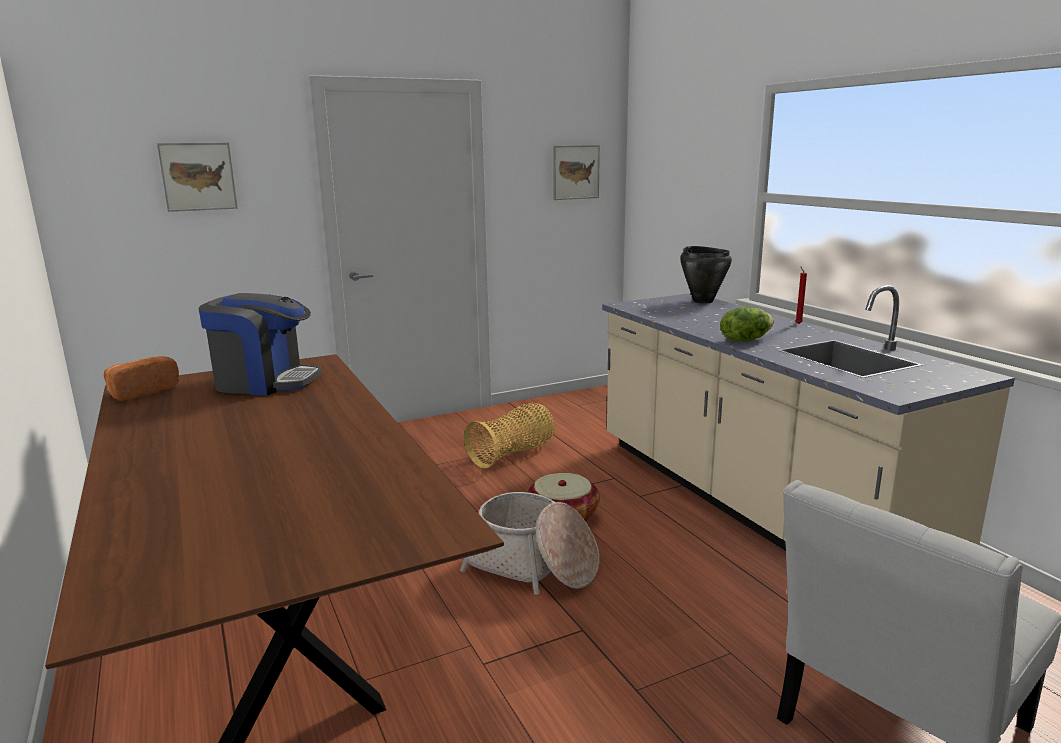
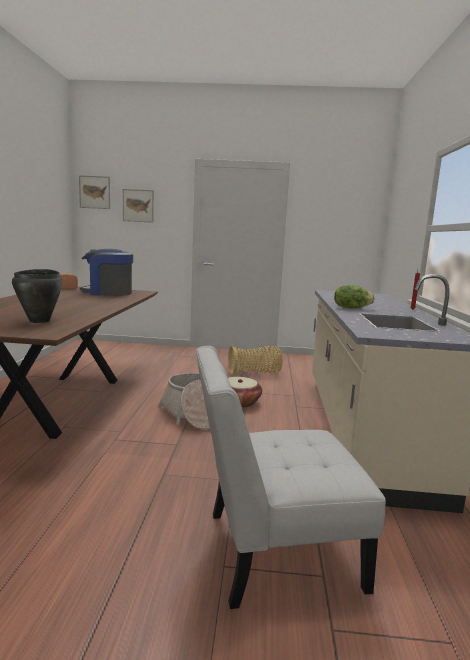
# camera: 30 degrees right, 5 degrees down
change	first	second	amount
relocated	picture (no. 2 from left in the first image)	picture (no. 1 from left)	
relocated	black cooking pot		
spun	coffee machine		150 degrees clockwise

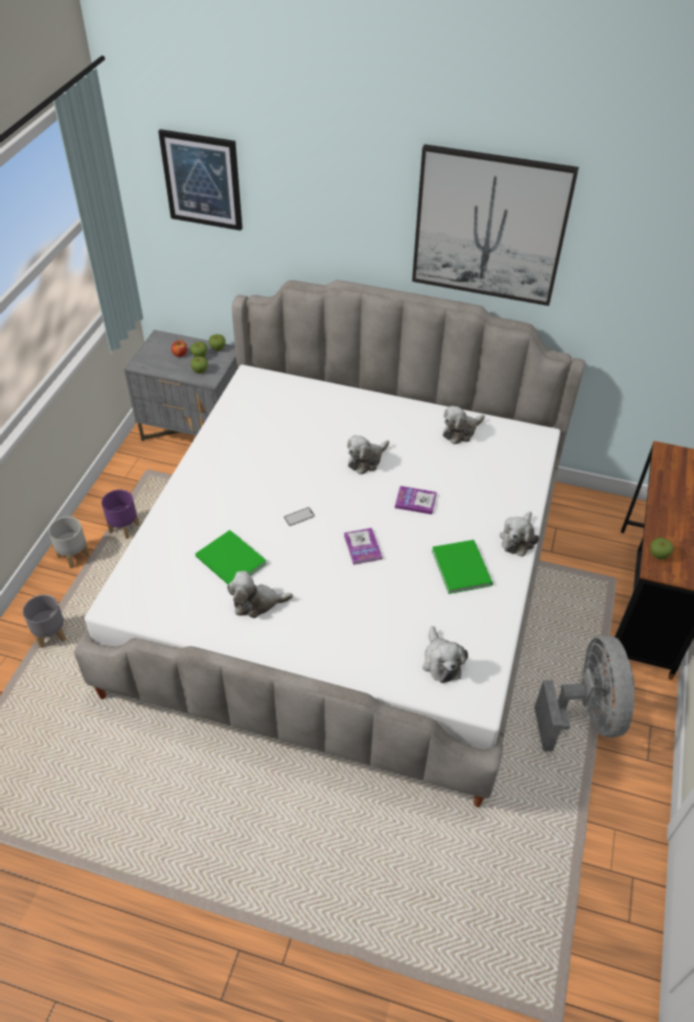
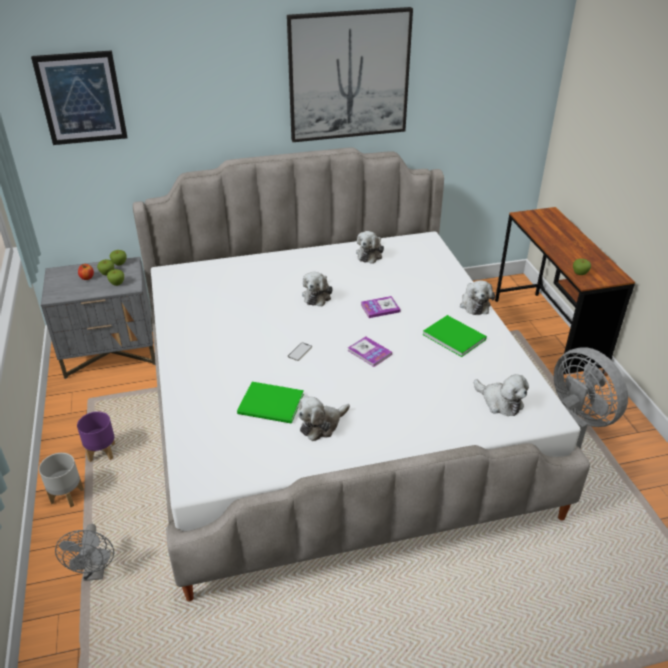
# camera: 30 degrees left, 10 degrees down
change	first	second	amount
exchanged	grey planter (no. 1 from left)	grey fan (no. 1 from left)	

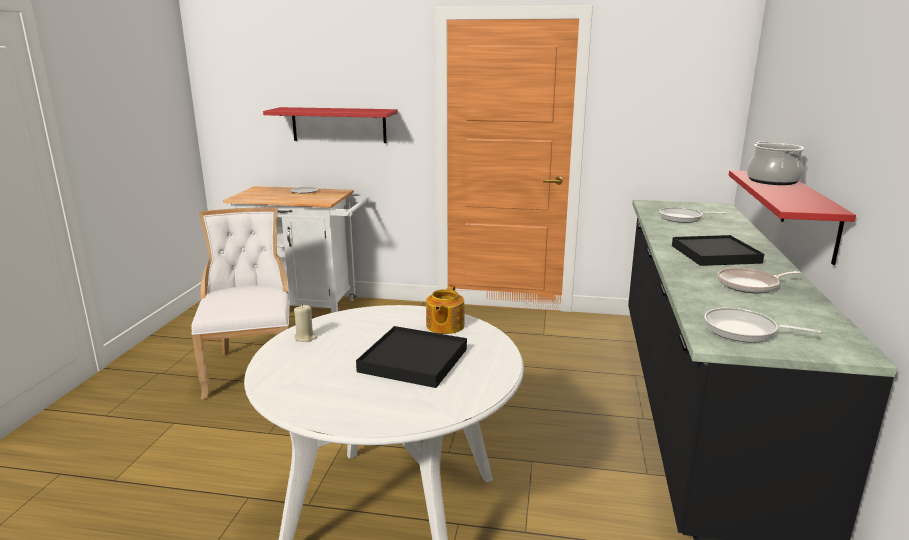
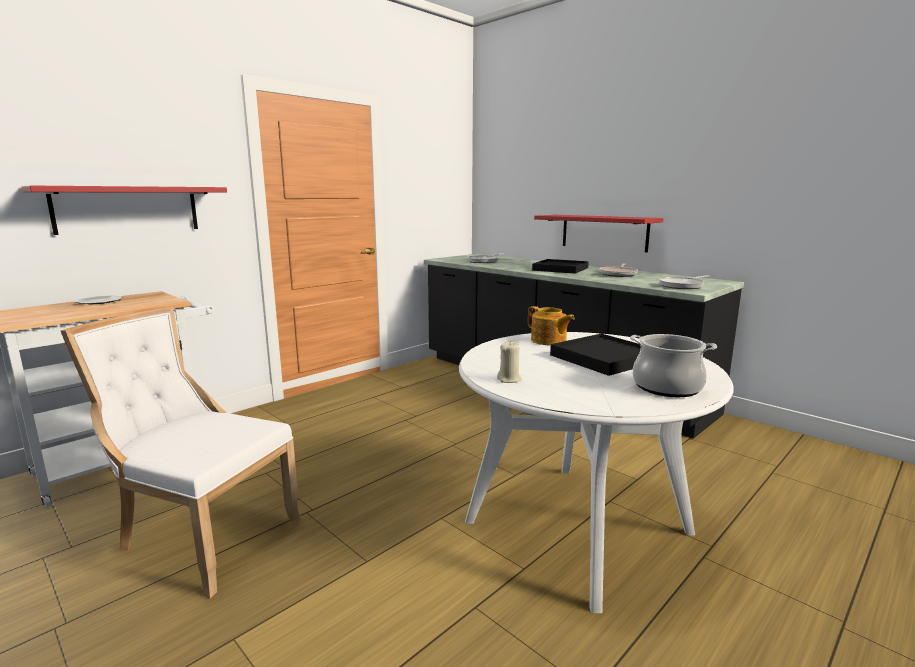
# camera: 55 degrees left, 5 degrees down
change	first	second	amount
relocated	cooking pot		

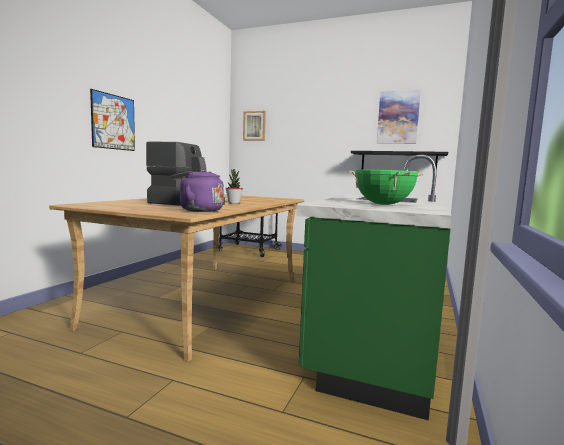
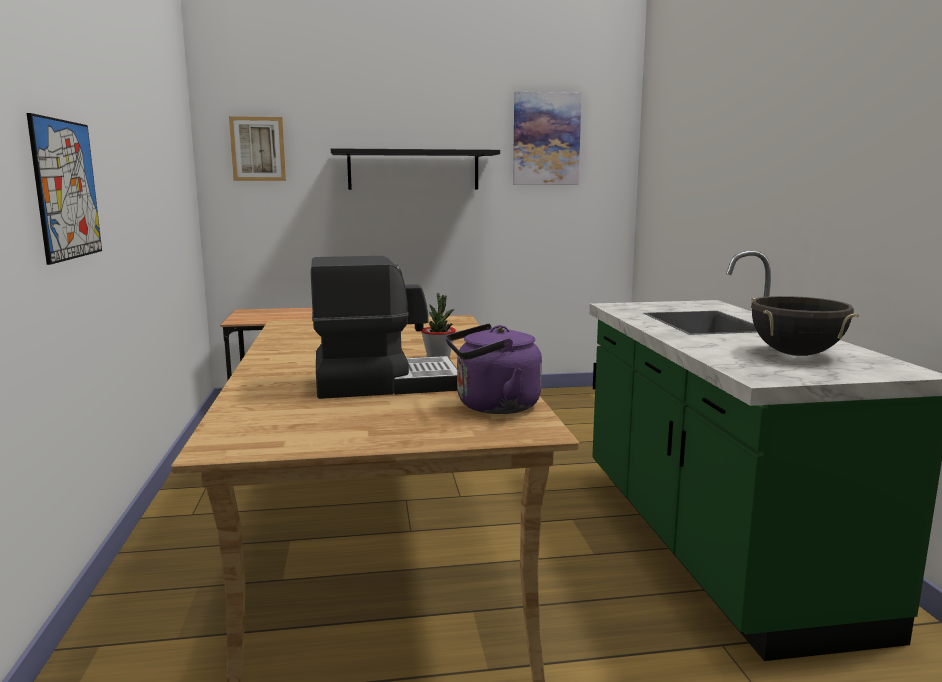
# camera: 30 degrees left, 5 degrees up
change	first	second	amount
relocated	black shelf		
colour	green cooking pot	black cooking pot	

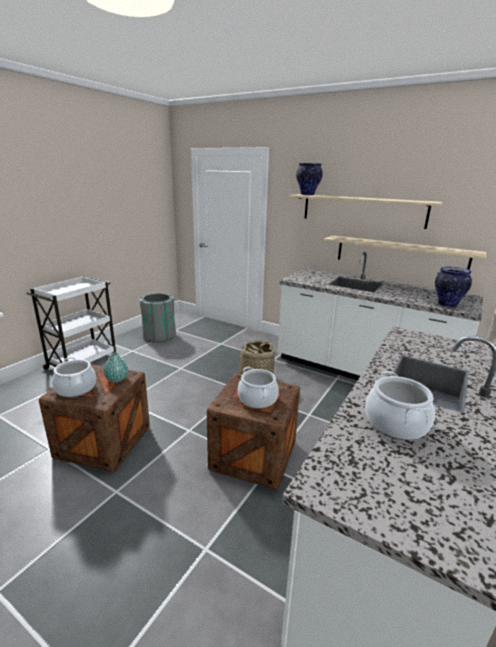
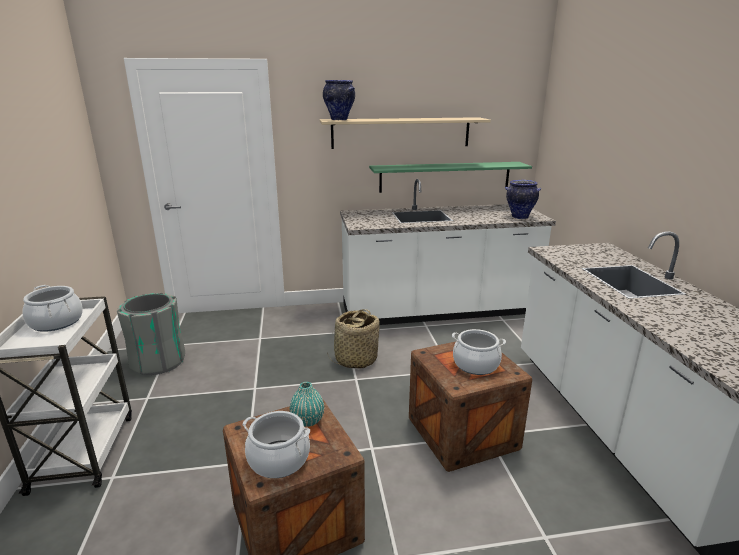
# camera: 40 degrees left, 0 degrees up
change	first	second	amount
relocated	cooking pot (no. 3 from left in the first image)	cooking pot (no. 1 from left)	
colour	beige shelf (no. 2 from left)	green shelf	

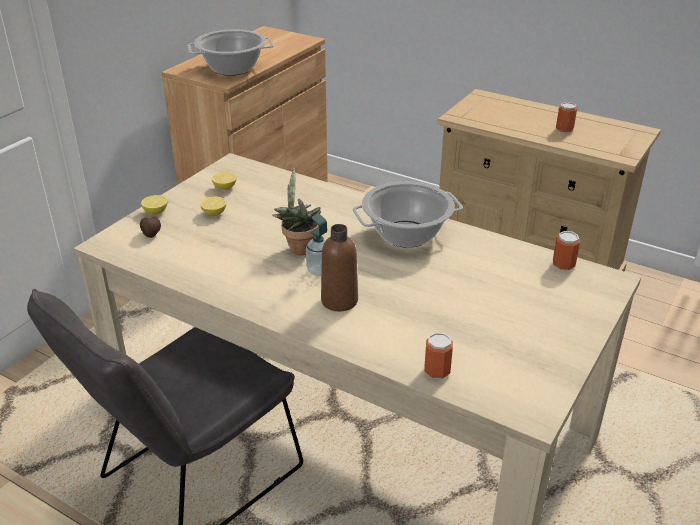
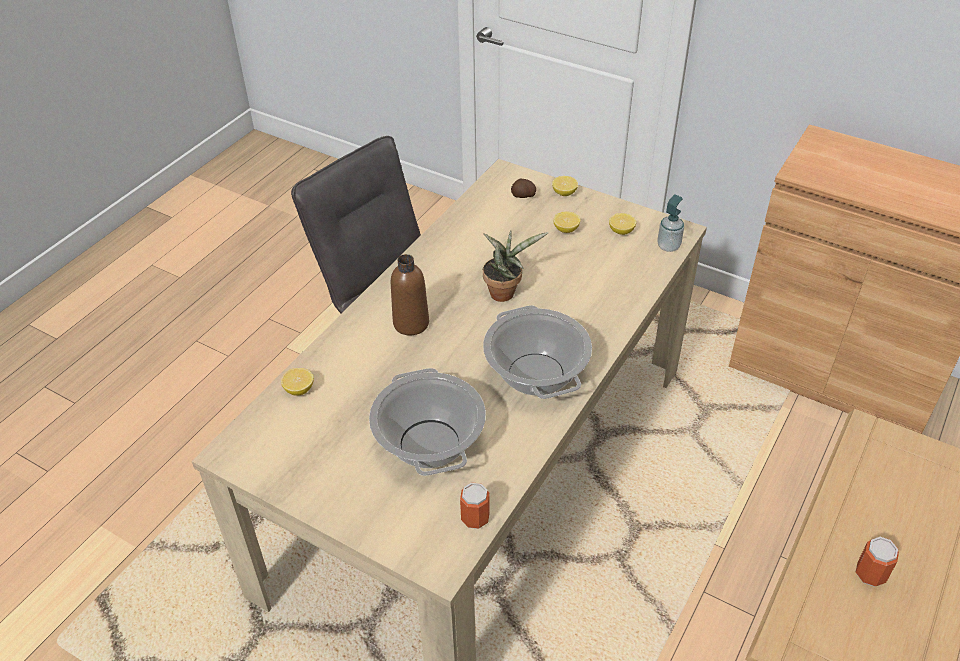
# camera: 90 degrees right, 10 degrees up
change	first	second	amount
relocated	cooking pot (no. 1 from left)		
relocated	soap dispenser		
exchanged	can (no. 1 from left)	lemon (no. 1 from left)	

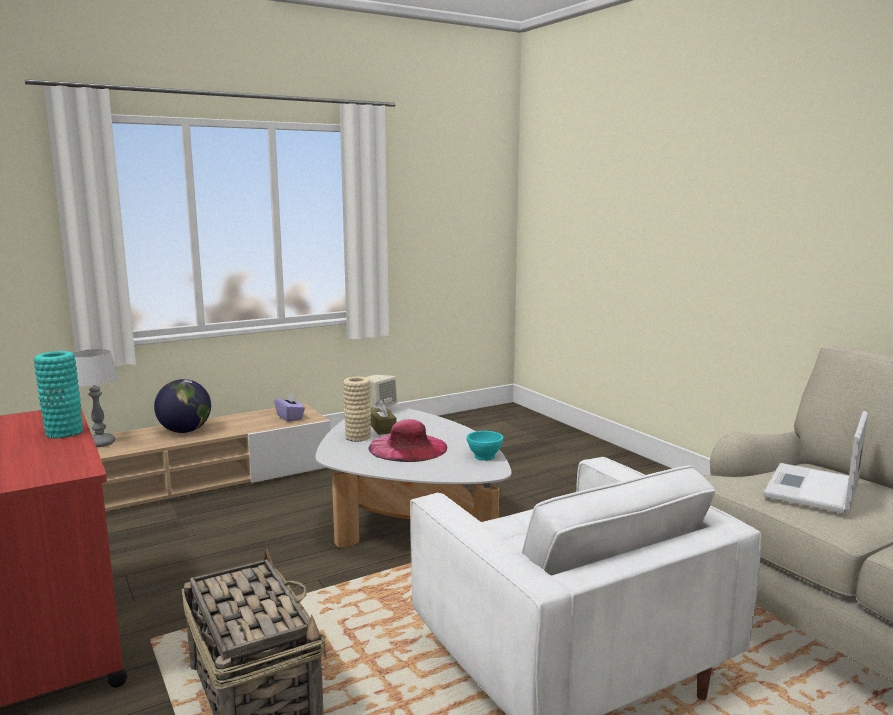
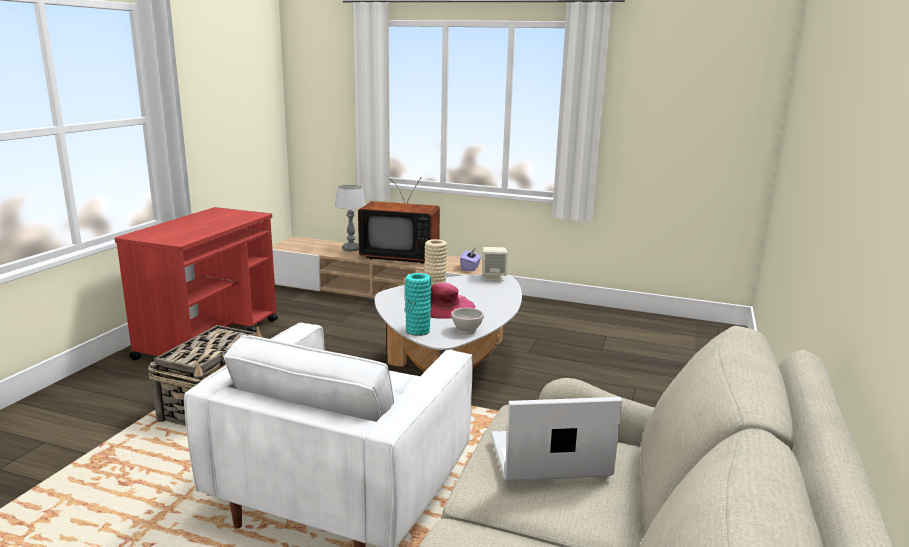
# camera: 50 degrees right, 5 degrees up
change	first	second	amount
missing	brown tissue box		
relocated	turquoise vase		
exchanged	globe	television	
colour	turquoise bowl	white bowl	

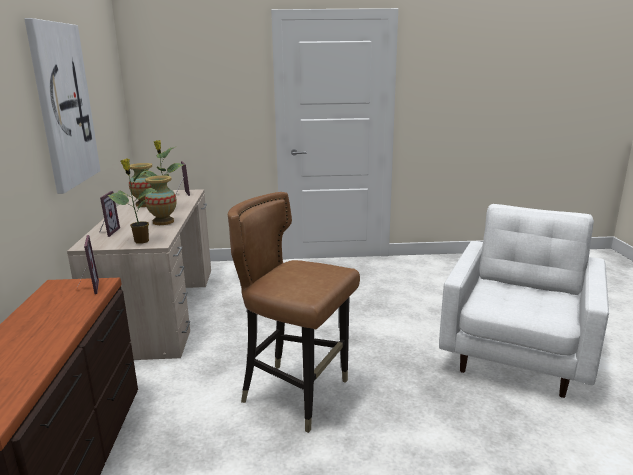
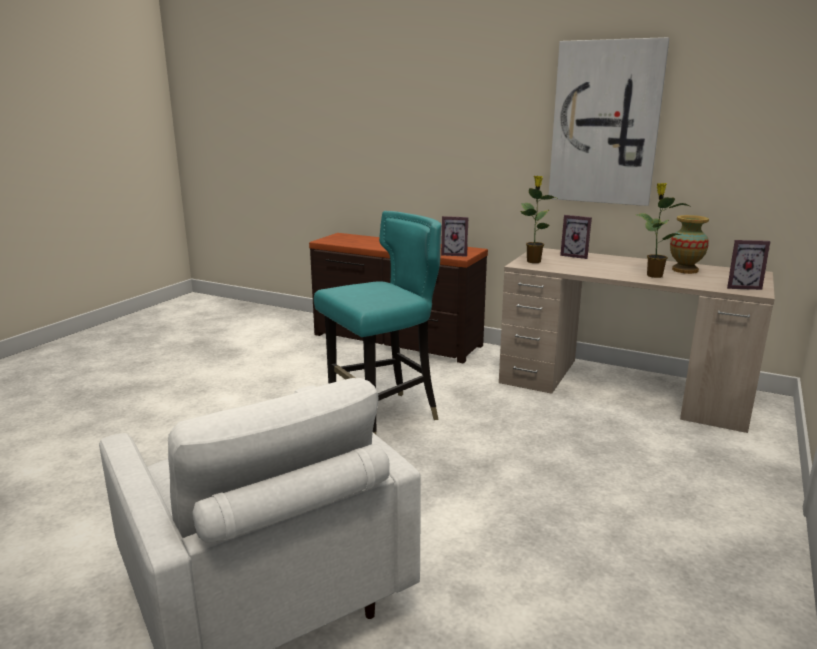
# camera: 120 degrees right, 0 degrees up
change	first	second	amount
missing	vase (no. 2 from left)		
colour	brown chair	turquoise chair	

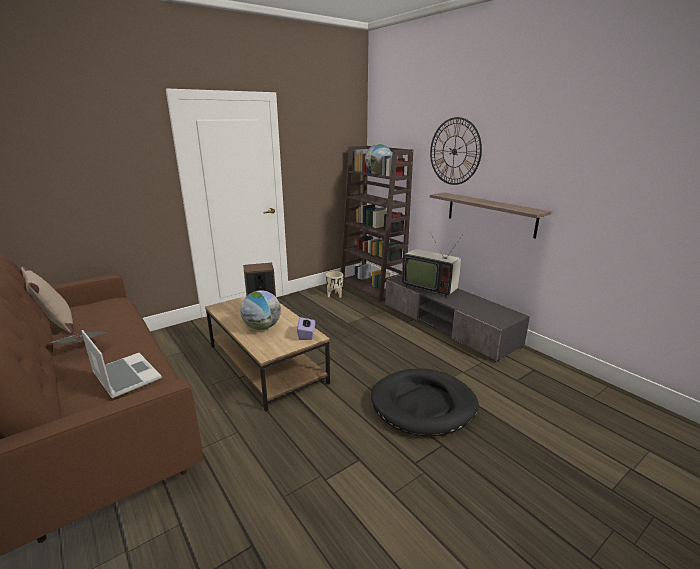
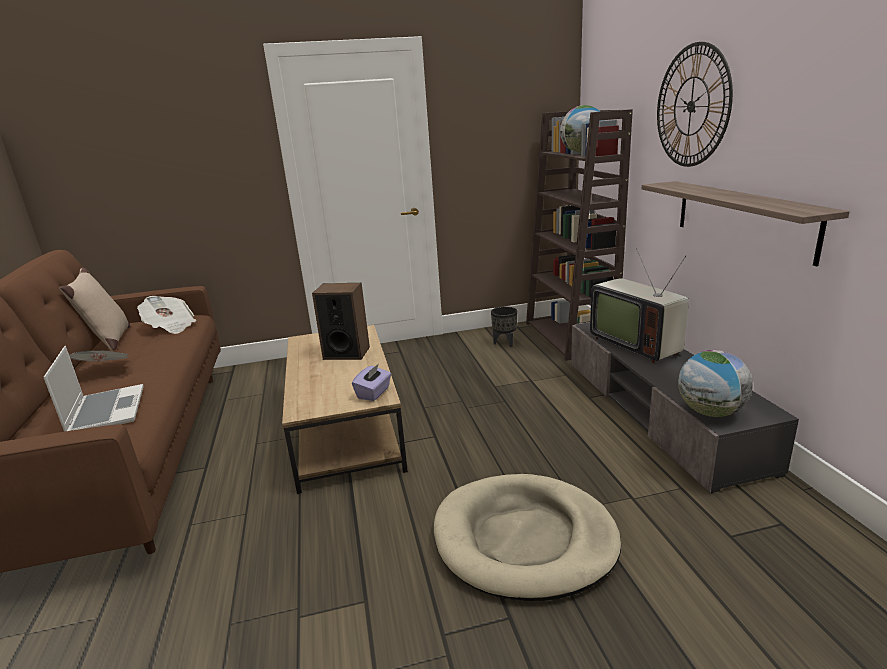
# camera: 25 degrees right, 0 degrees up
change	first	second	amount
appeared		newspaper (no. 2 from left)	
relocated	globe (no. 1 from left in the first image)	globe (no. 2 from left)	
colour	beige planter	black planter	
colour	black dog bed	beige dog bed	

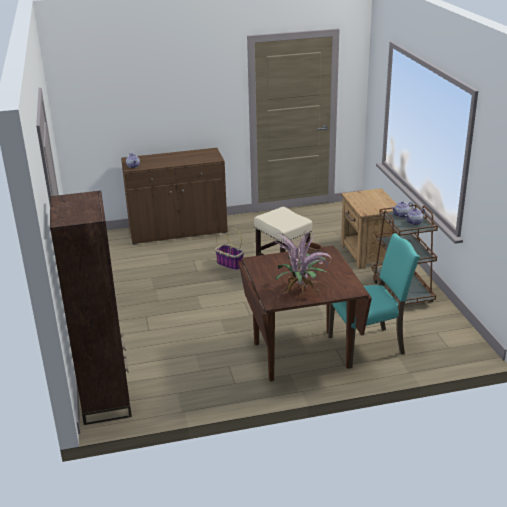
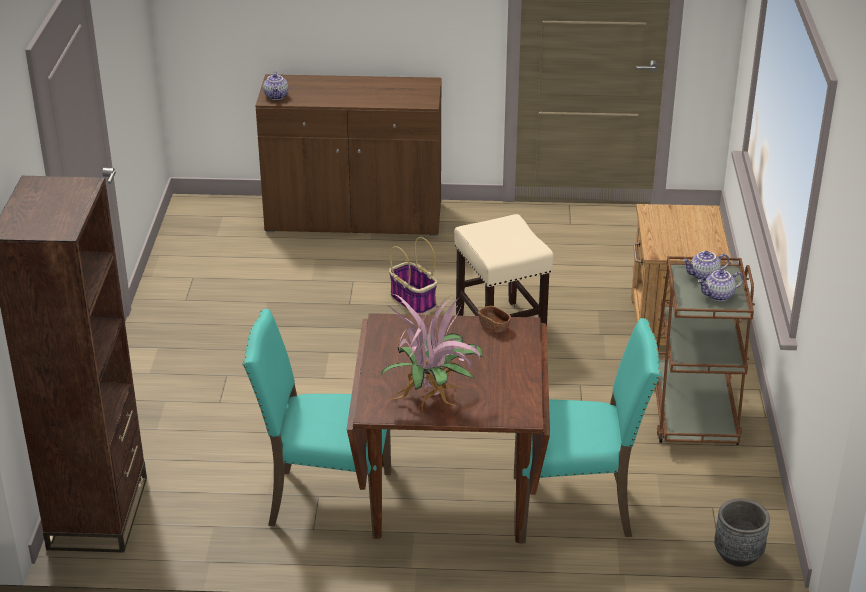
# camera: 15 degrees right, 5 degrees up
change	first	second	amount
appeared		turquoise chair (no. 1 from left)	
appeared		grey planter	

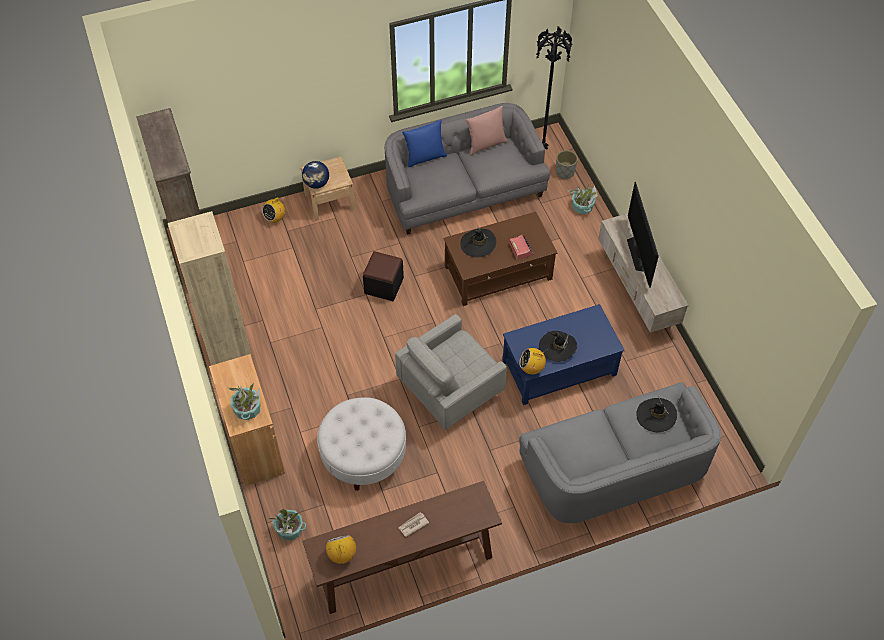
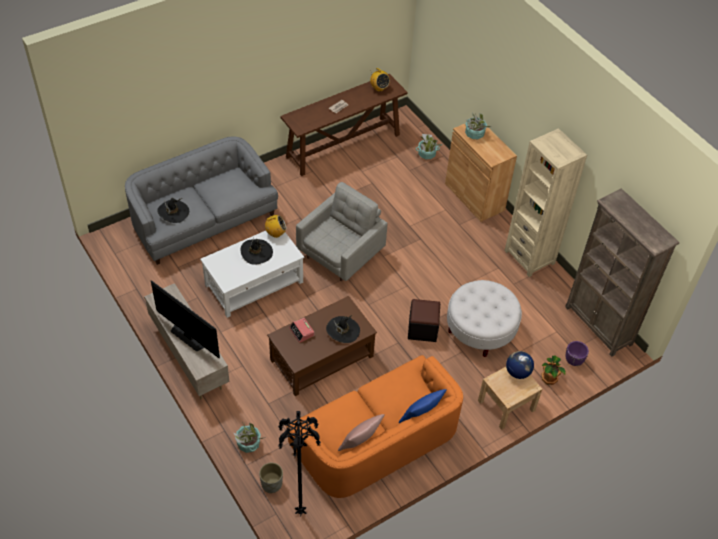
# camera: 165 degrees right, 5 degrees down
change	first	second	amount
appeared		purple planter	
relocated	white ottoman		
exchanged	radio (no. 1 from left)	potted plant (no. 4 from left)	
colour	grey sofa (no. 1 from left)	orange sofa	
colour	blue coffee table	white coffee table	
spun	television		150 degrees clockwise

